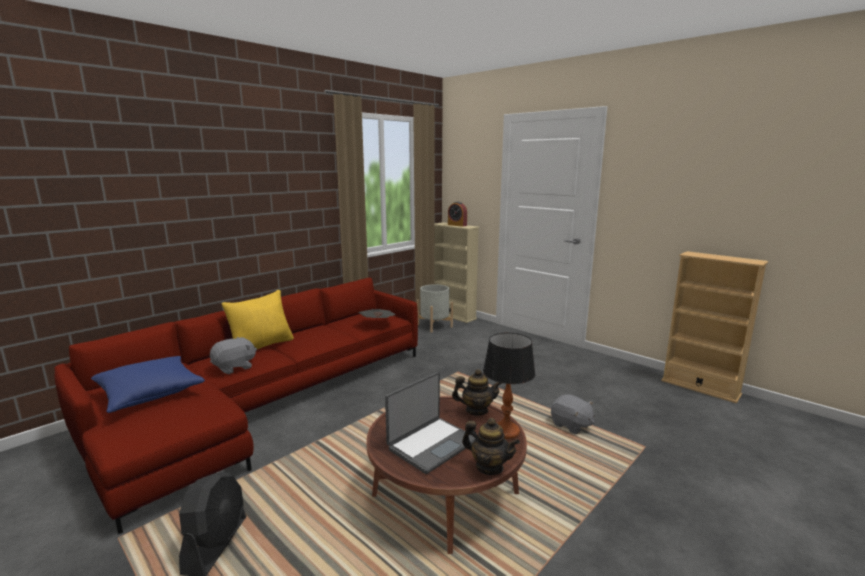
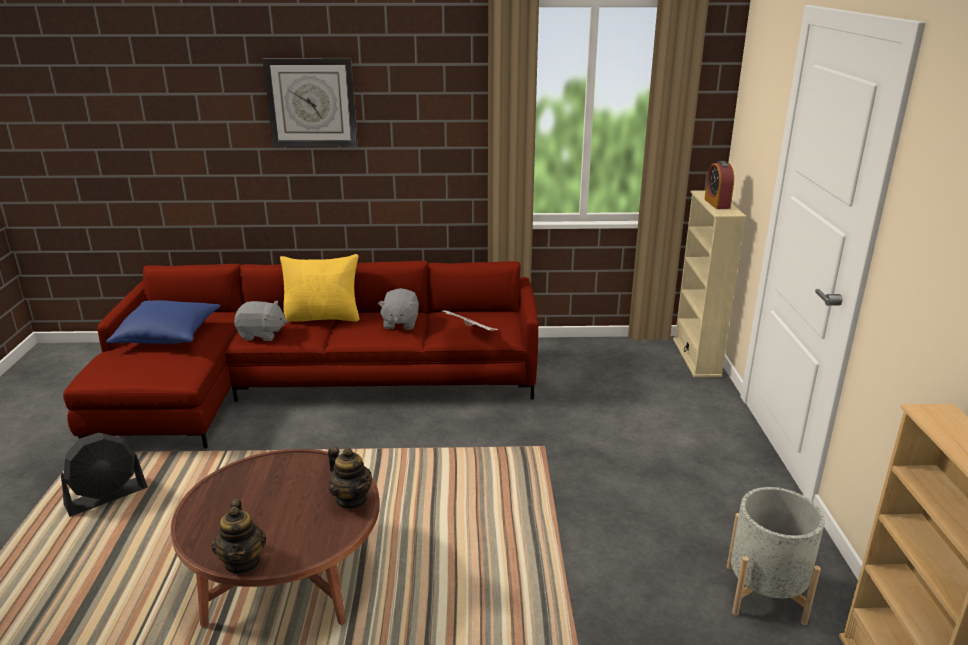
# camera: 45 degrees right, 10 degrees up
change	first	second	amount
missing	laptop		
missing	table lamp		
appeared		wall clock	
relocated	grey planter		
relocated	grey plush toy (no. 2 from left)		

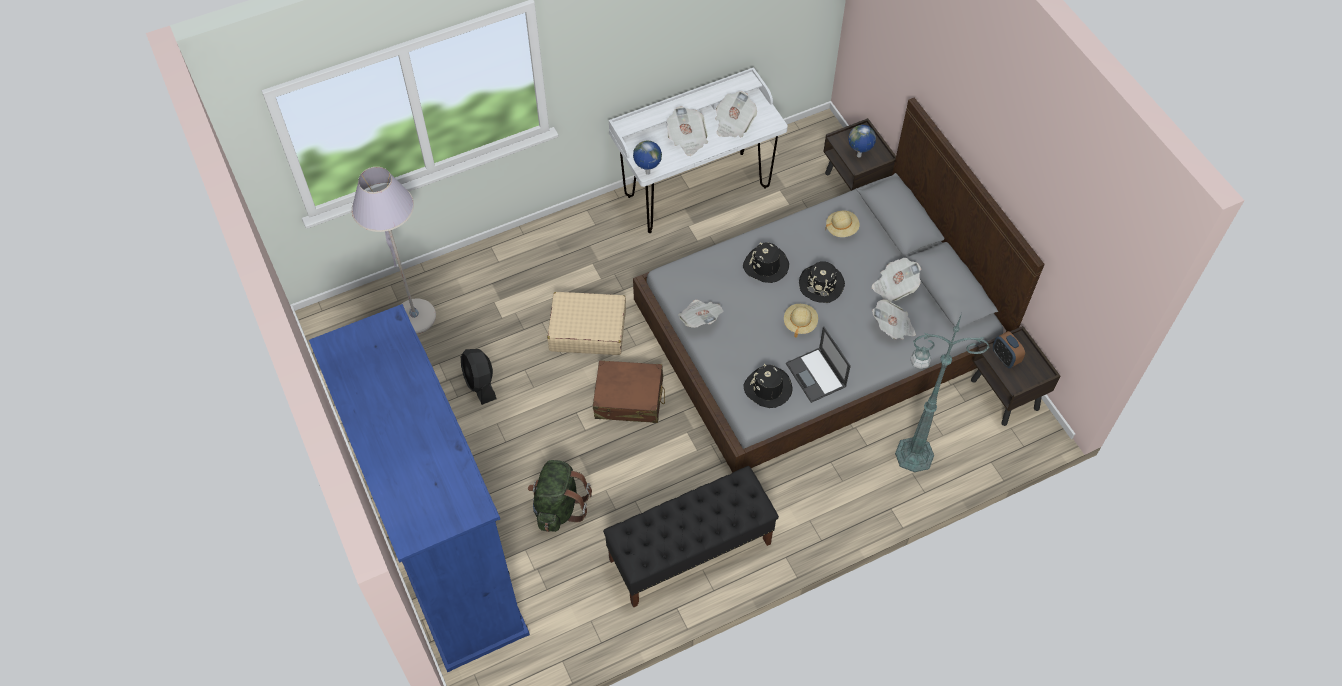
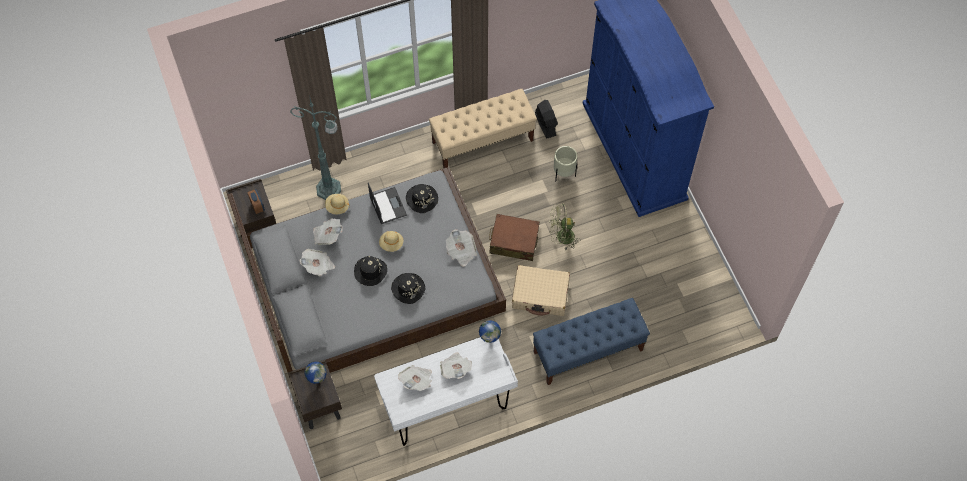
# camera: 175 degrees left, 5 degrees up
change	first	second	amount
missing	grey floor lamp		
appeared		blue bench	
appeared		green fan	
relocated	black fan		
relocated	beige hat (no. 2 from left in the first image)	beige hat (no. 1 from left)	
exchanged	green backpack	beige planter	
colour	black bench	beige bench	

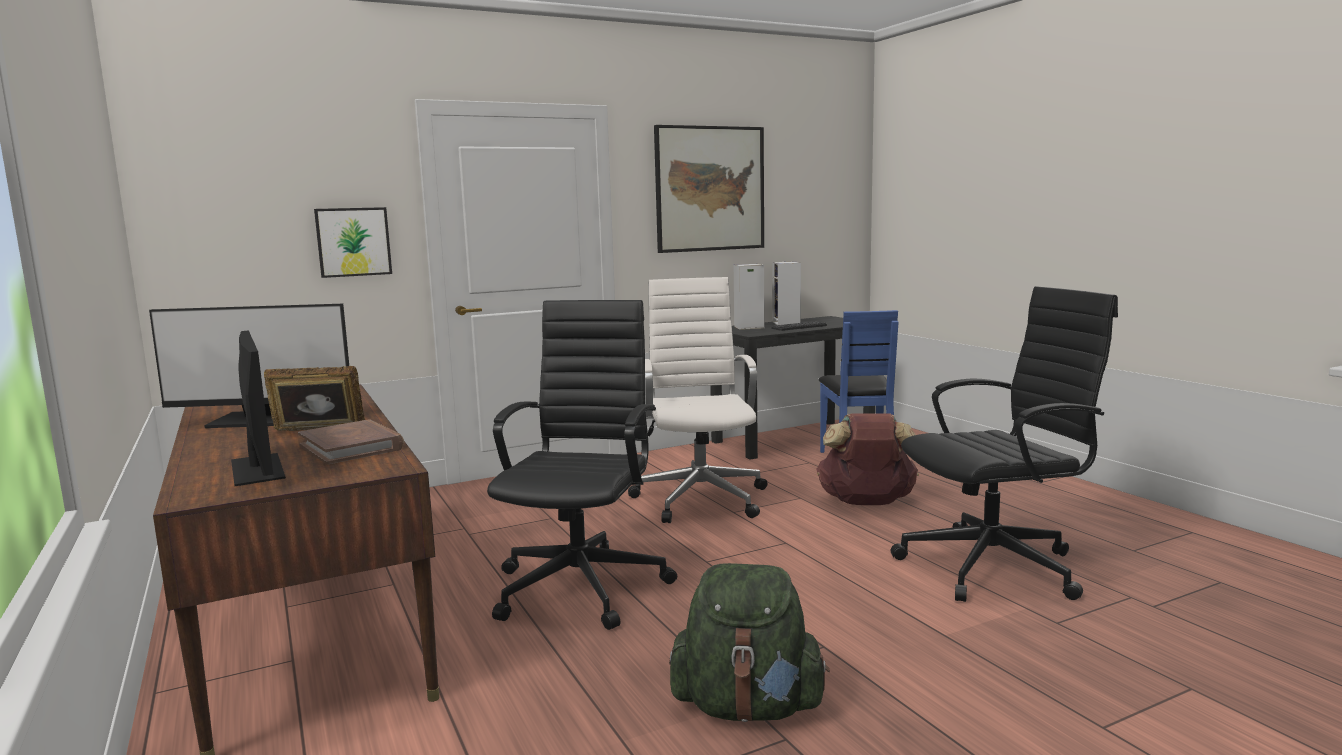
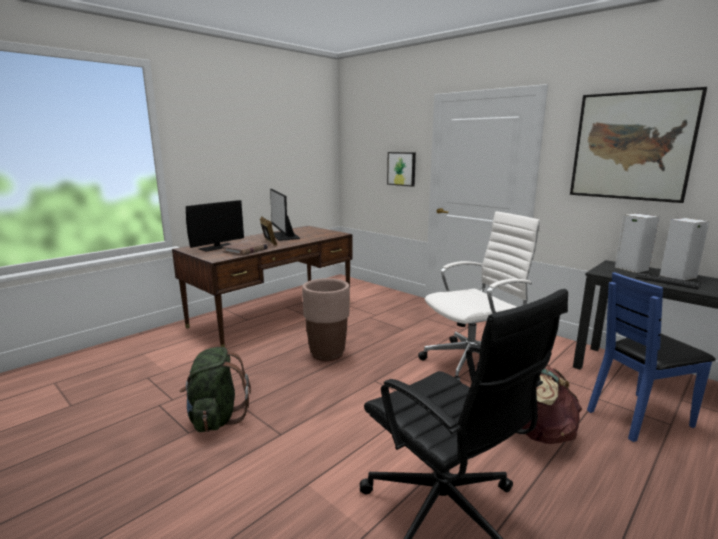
# camera: 70 degrees right, 5 degrees up
change	first	second	amount
exchanged	black office chair (no. 1 from left)	brown planter	

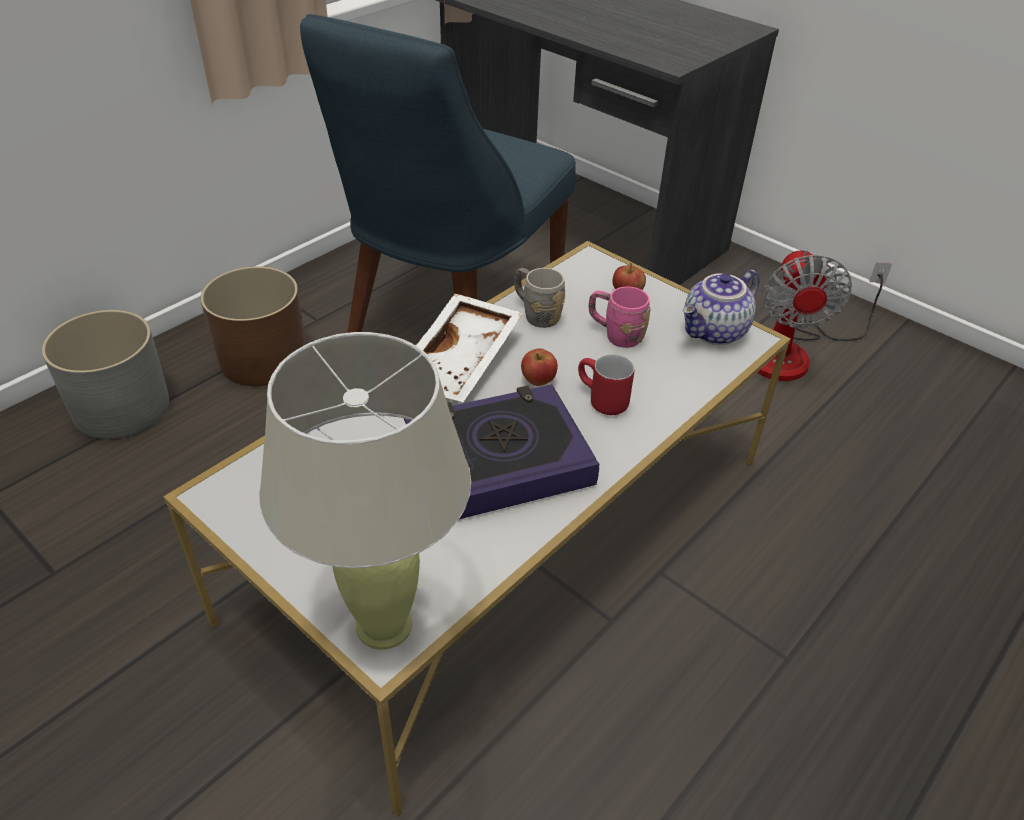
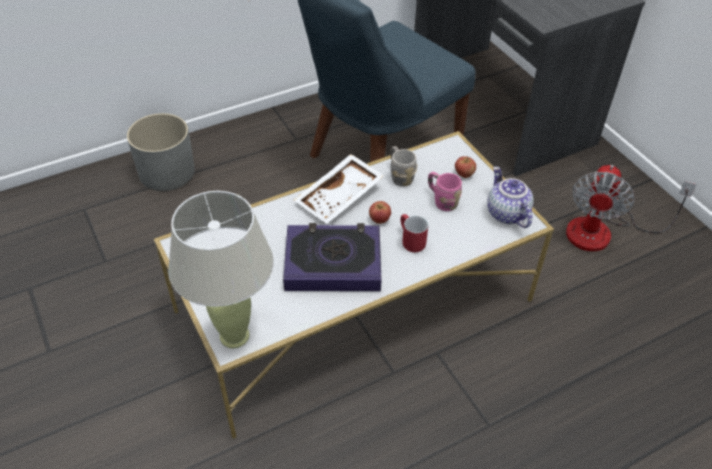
# camera: 20 degrees right, 5 degrees up
change	first	second	amount
missing	brown planter		
spun	teapot		90 degrees clockwise

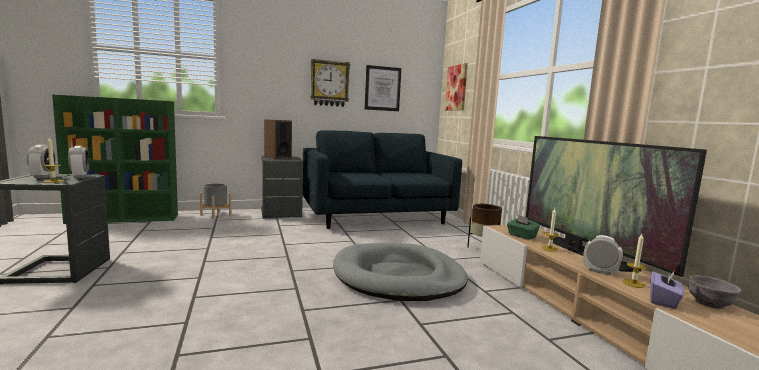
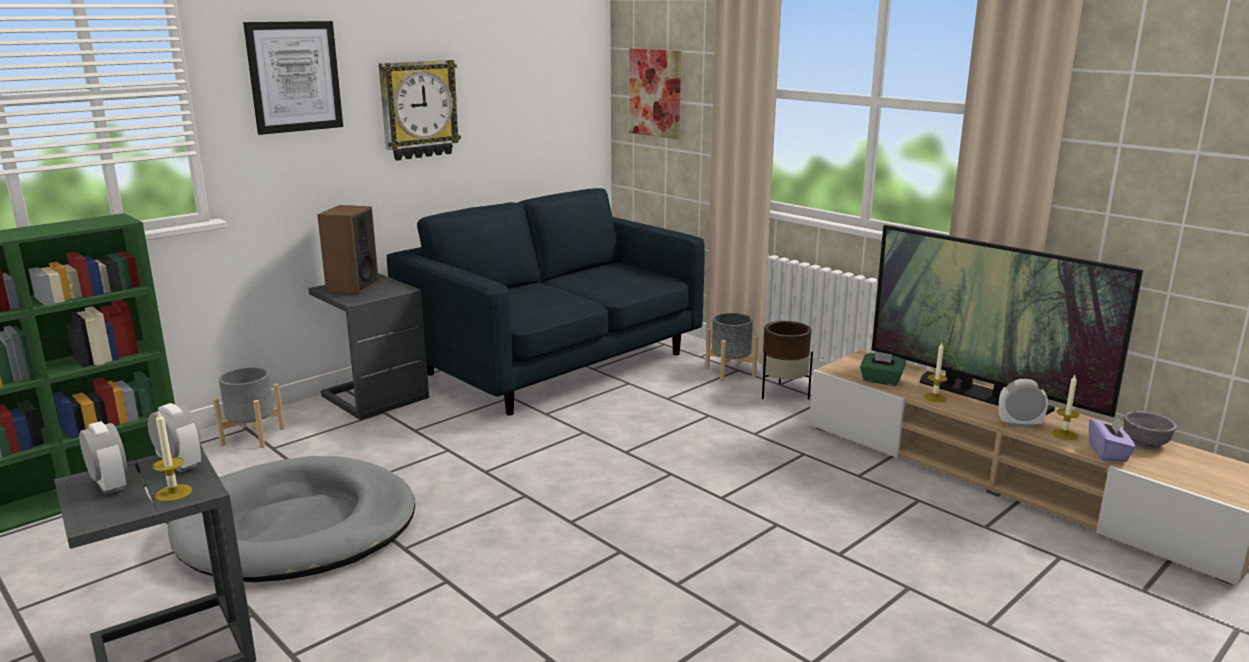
# camera: 25 degrees left, 10 degrees up
change	first	second	amount
appeared		grey planter (no. 2 from left)	
relocated	grey dog bed		
relocated	picture (no. 1 from left)		

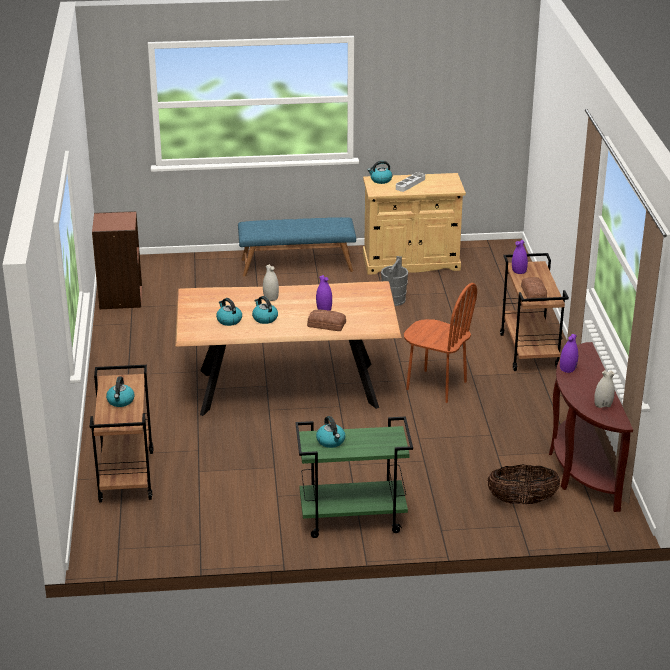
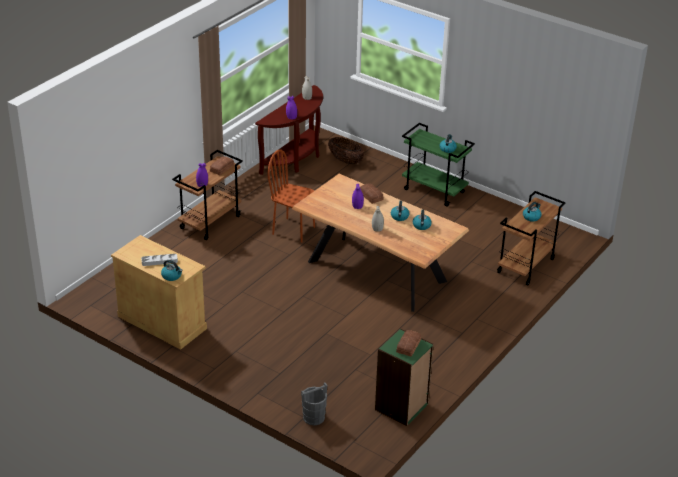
# camera: 140 degrees left, 5 degrees up
change	first	second	amount
missing	blue bench		
appeared		bread (no. 3 from left)	
relocated	grey bucket		
colour	brown bookcase	green bookcase	
spun	brown chair		45 degrees counterclockwise

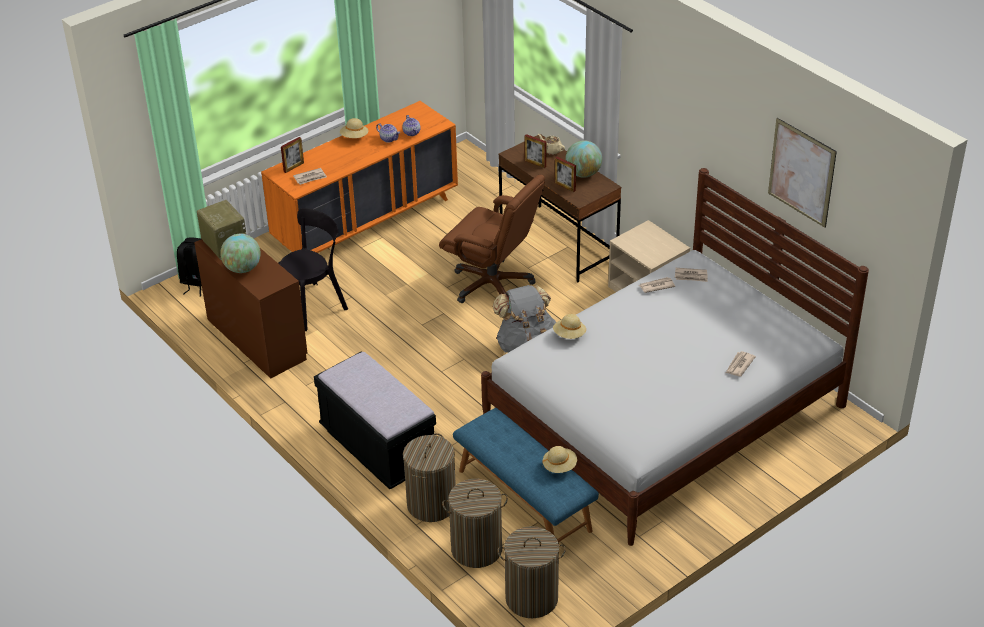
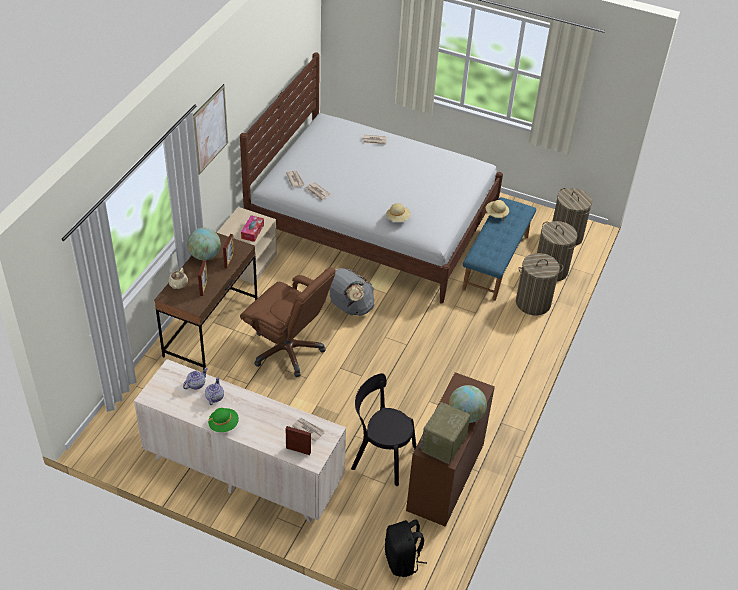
# camera: 120 degrees left, 5 degrees up
change	first	second	amount
missing	black bench		
appeared		tissue box	
relocated	picture		
colour	orange dresser	beige dresser	
colour	beige hat (no. 1 from left)	green hat	
spun	brown office chair		120 degrees clockwise

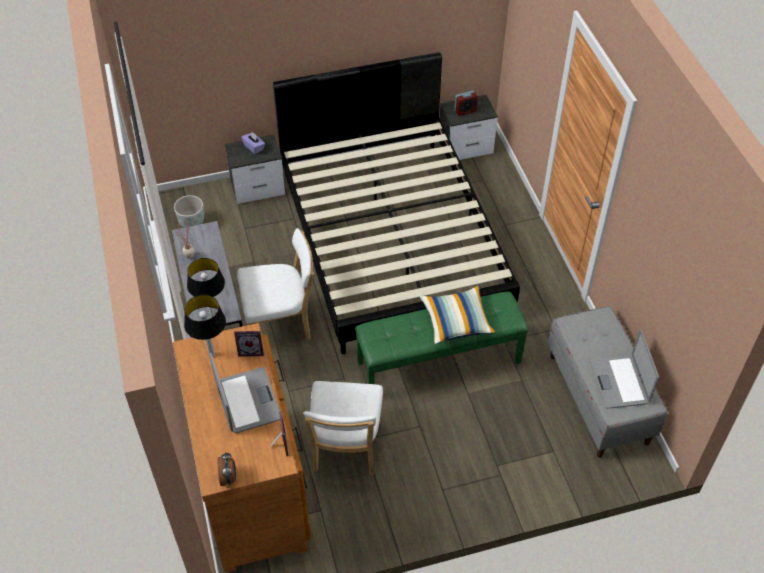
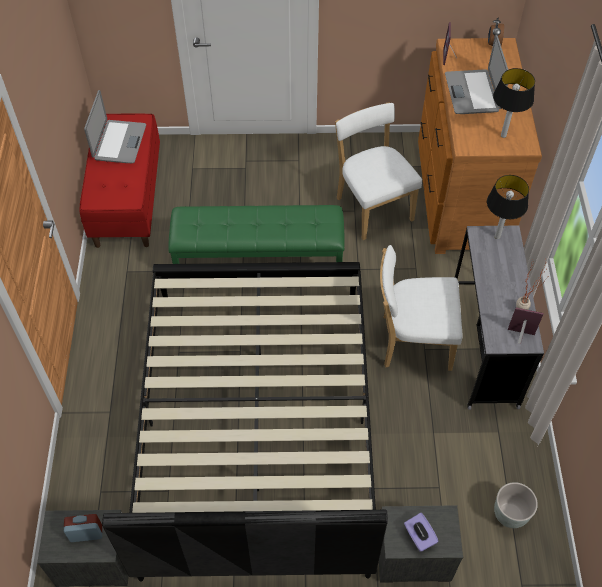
# camera: 165 degrees left, 5 degrees up
change	first	second	amount
missing	pillow		
relocated	picture frame (no. 1 from left in the first image)	picture frame (no. 2 from left)	
colour	grey bench	red bench	
spun	white chair (no. 2 from left in the first image)	white chair (no. 1 from left)	45 degrees counterclockwise

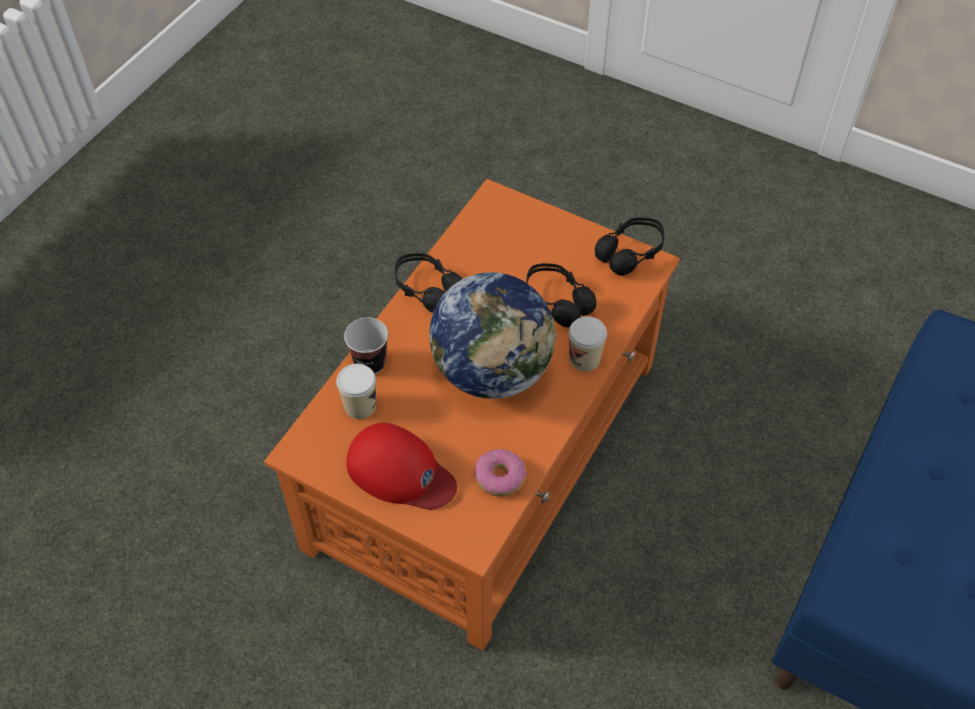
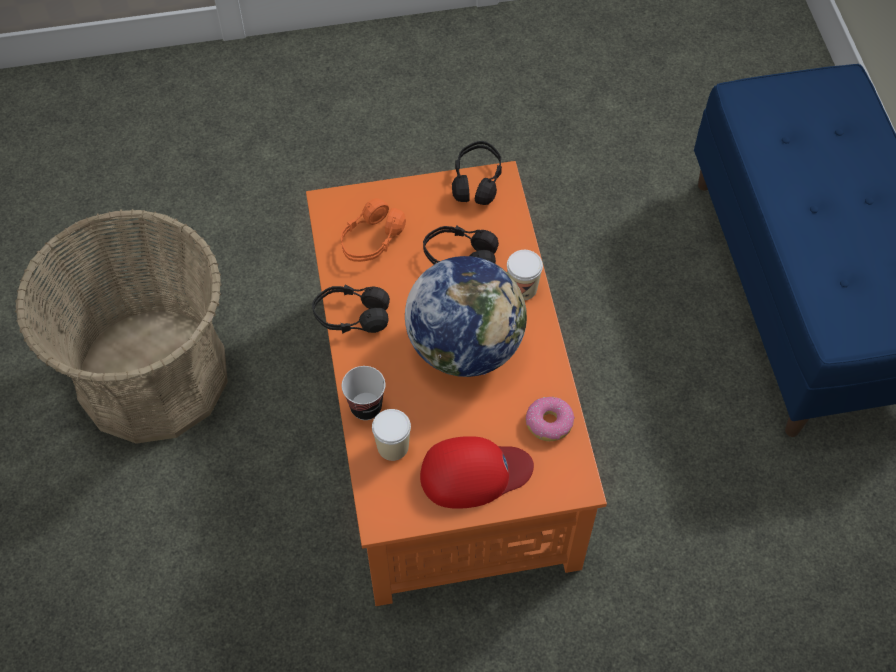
# camera: 40 degrees left, 5 degrees up
change	first	second	amount
appeared		basket	
appeared		orange headphones	

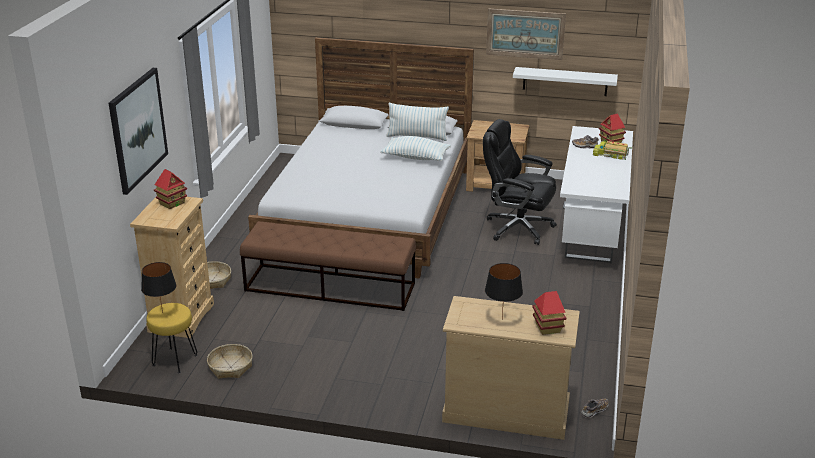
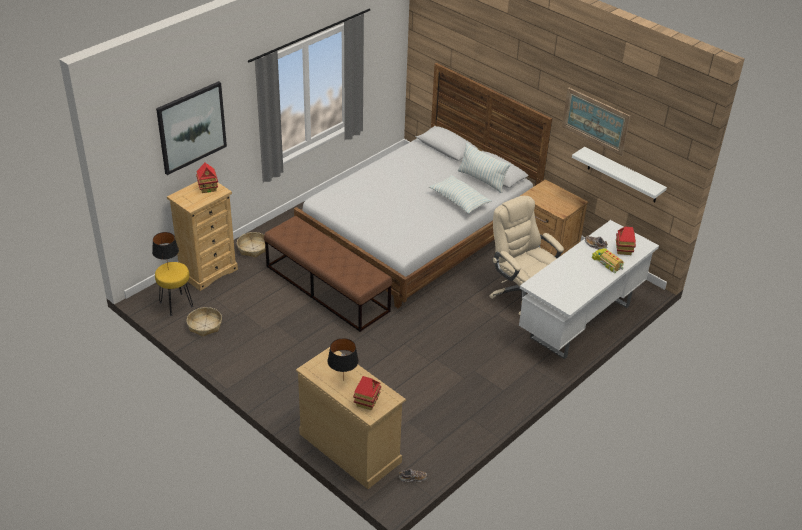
# camera: 30 degrees right, 10 degrees up
change	first	second	amount
colour	black office chair	beige office chair	

